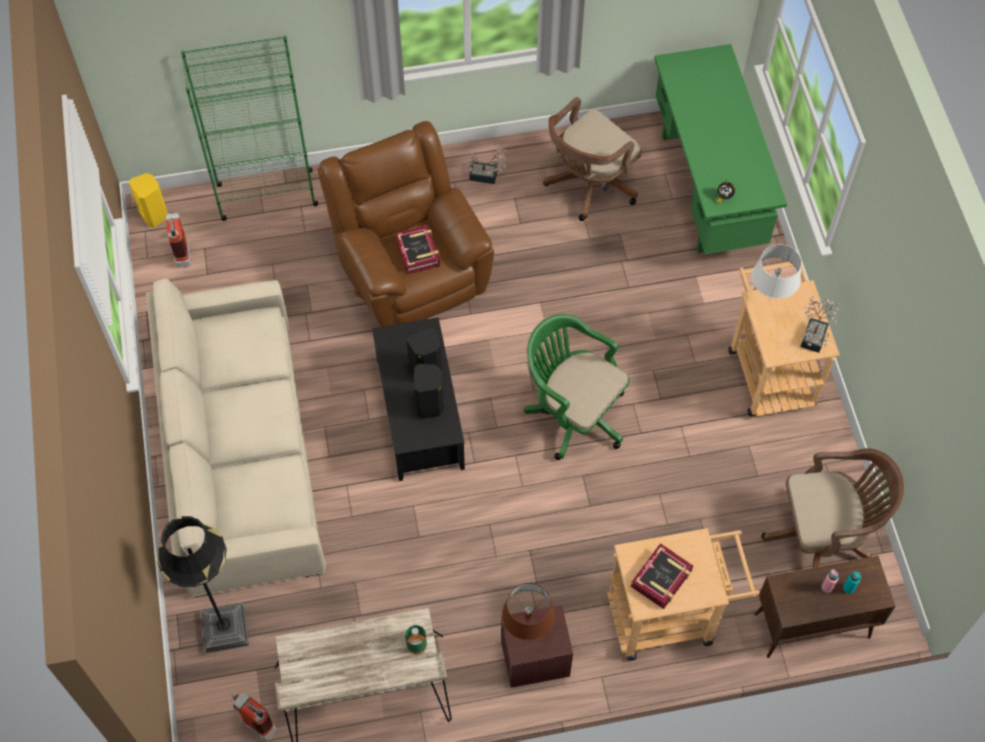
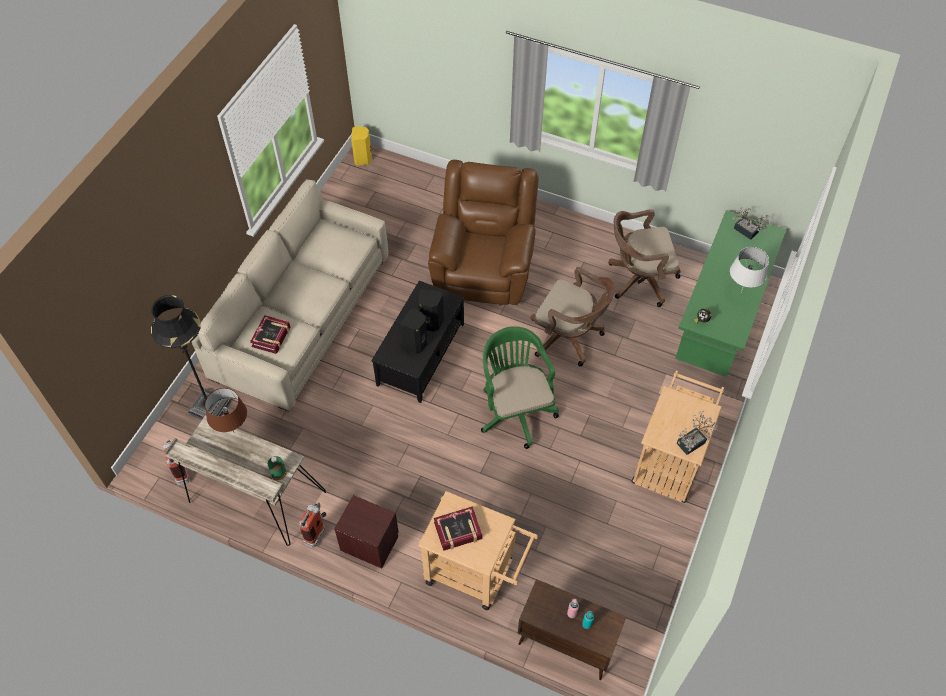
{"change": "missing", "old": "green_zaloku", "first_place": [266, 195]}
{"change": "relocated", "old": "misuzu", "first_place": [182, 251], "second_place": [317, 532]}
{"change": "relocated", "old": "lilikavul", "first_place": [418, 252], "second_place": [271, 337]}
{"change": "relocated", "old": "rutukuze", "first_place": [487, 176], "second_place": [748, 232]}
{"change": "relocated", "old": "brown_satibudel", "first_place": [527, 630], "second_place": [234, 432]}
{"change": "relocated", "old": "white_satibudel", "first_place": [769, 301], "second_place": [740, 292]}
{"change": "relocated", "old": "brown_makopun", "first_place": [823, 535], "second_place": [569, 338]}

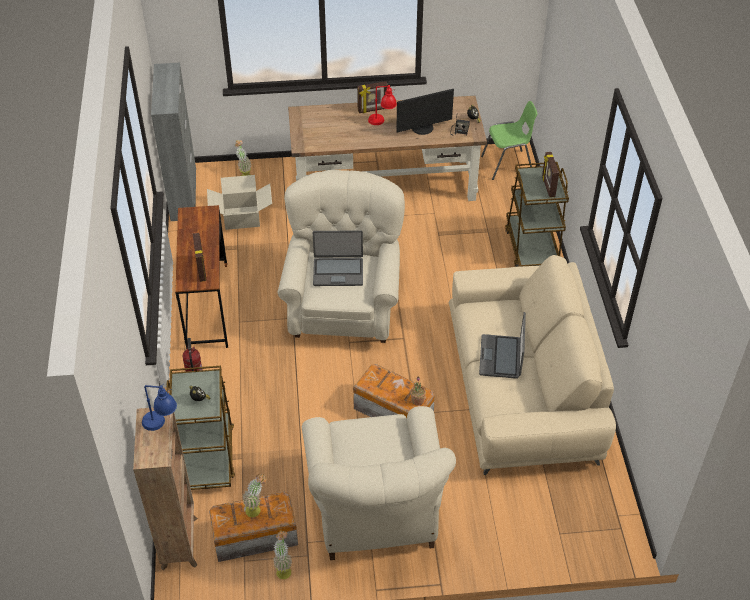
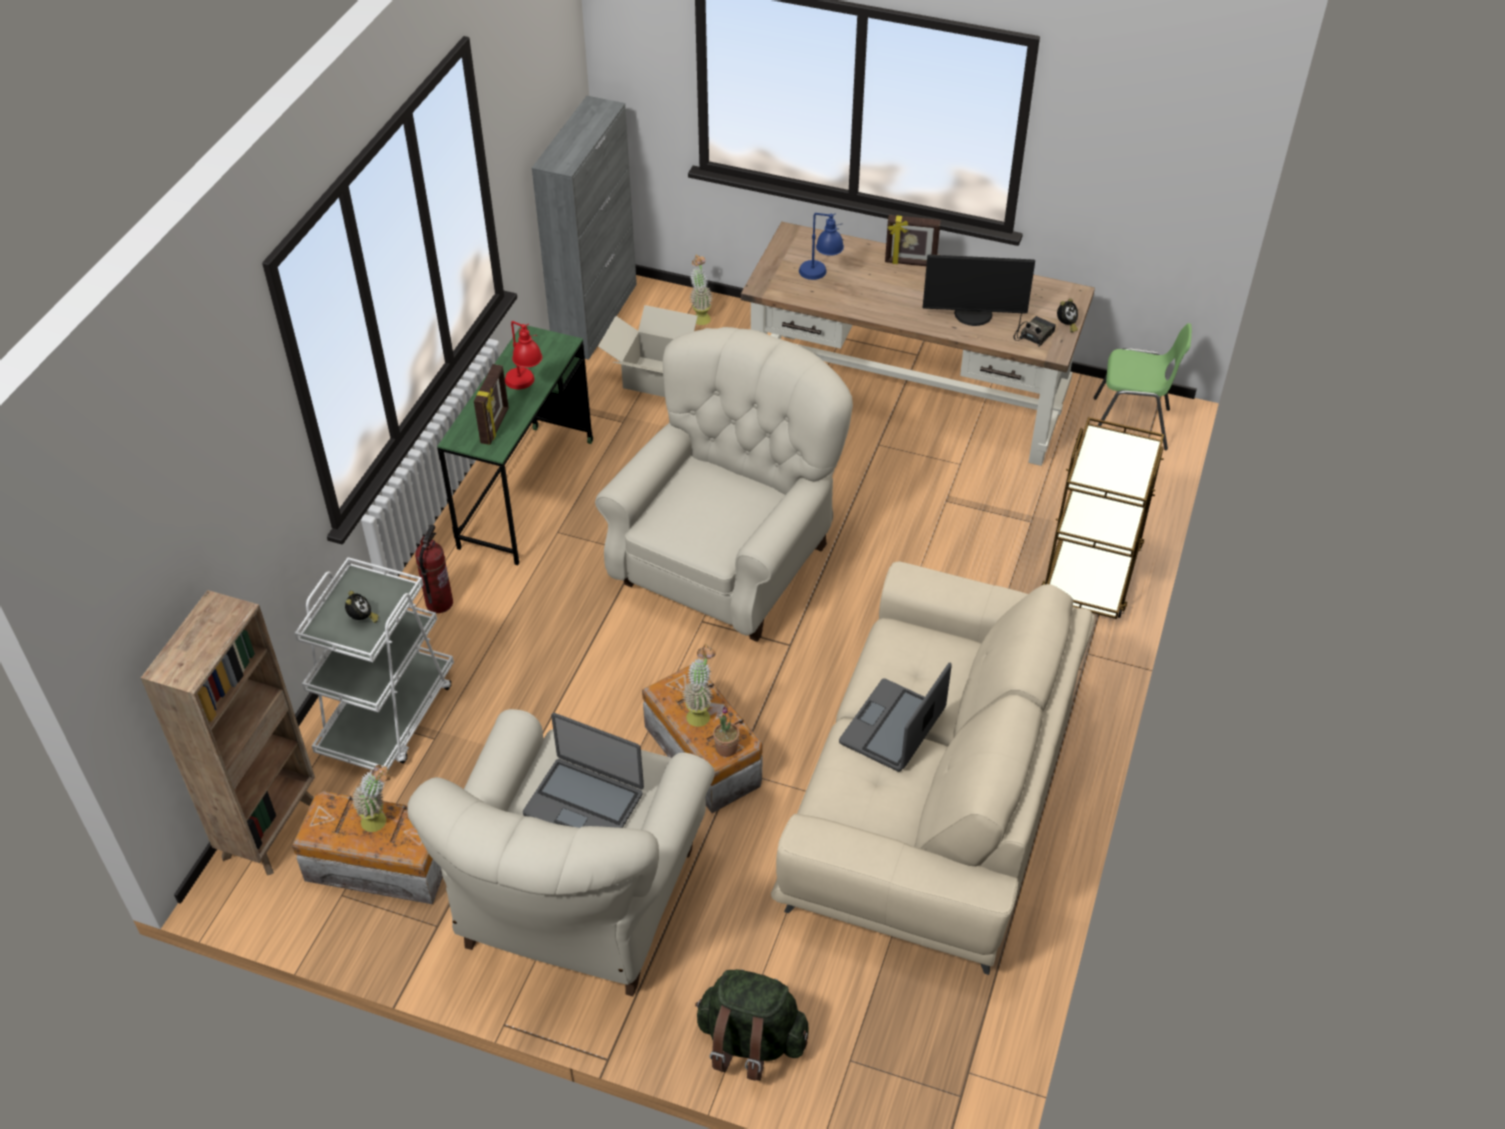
{"change": "missing", "old": "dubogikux", "first_place": [548, 187]}
{"change": "appeared", "new": "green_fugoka", "second_place": [750, 1041]}
{"change": "relocated", "old": "blue_satibudel", "first_place": [162, 424], "second_place": [821, 277]}
{"change": "relocated", "old": "rutukuze", "first_place": [283, 568], "second_place": [700, 712]}
{"change": "relocated", "old": "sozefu", "first_place": [338, 272], "second_place": [584, 802]}
{"change": "relocated", "old": "red_satibudel", "first_place": [382, 122], "second_place": [526, 386]}
{"change": "colour", "old": "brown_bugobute", "new": "white_bugobute", "first_place": [207, 456], "second_place": [388, 716]}
{"change": "colour", "old": "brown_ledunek", "new": "green_ledunek", "first_place": [207, 306], "second_place": [526, 493]}

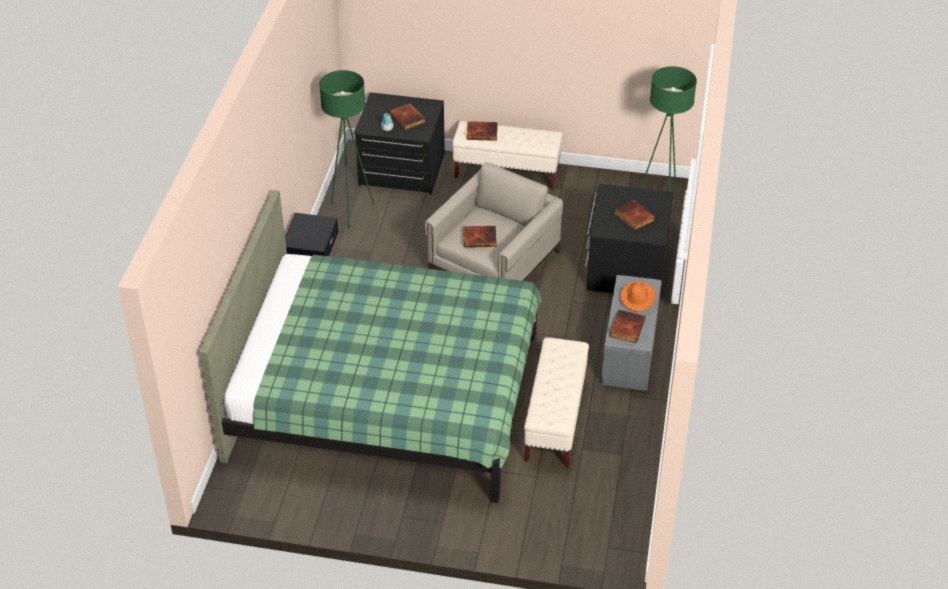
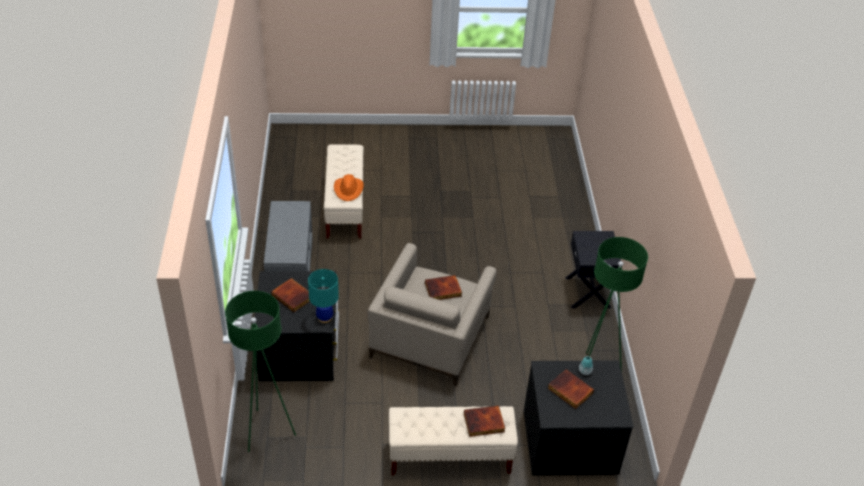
{"change": "missing", "old": "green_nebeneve", "first_place": [386, 396]}
{"change": "missing", "old": "lilikavul", "first_place": [626, 327]}
{"change": "appeared", "new": "turquoise_satibudel", "second_place": [324, 318]}
{"change": "relocated", "old": "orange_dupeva", "first_place": [637, 297], "second_place": [348, 189]}

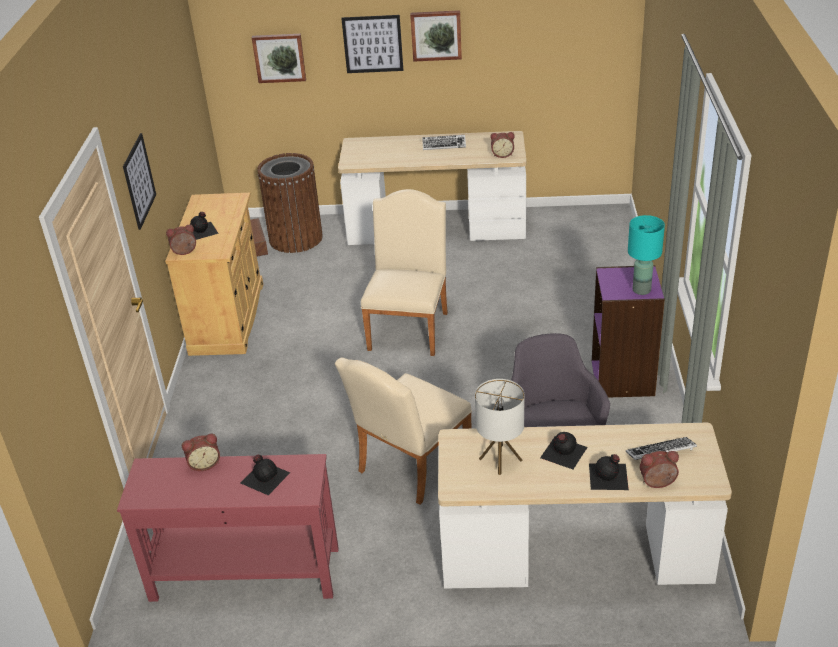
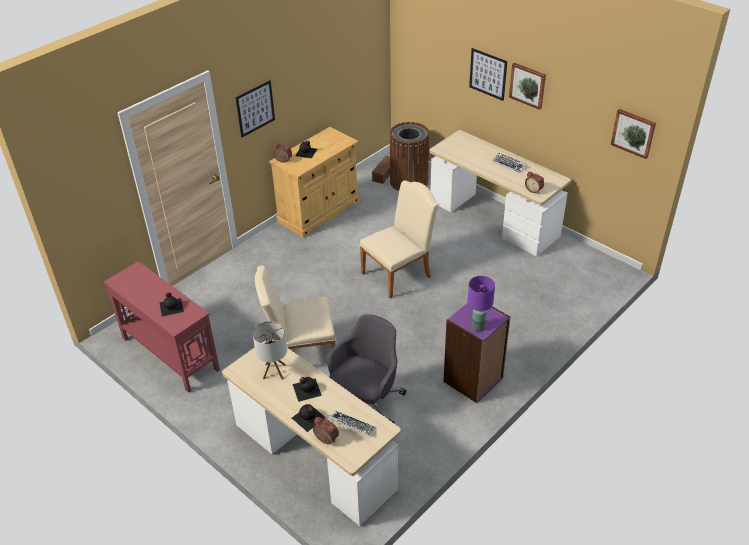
{"change": "missing", "old": "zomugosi", "first_place": [204, 464]}
{"change": "relocated", "old": "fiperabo", "first_place": [279, 57], "second_place": [633, 133]}
{"change": "colour", "old": "turquoise_satibudel", "new": "purple_satibudel", "first_place": [641, 290], "second_place": [478, 326]}

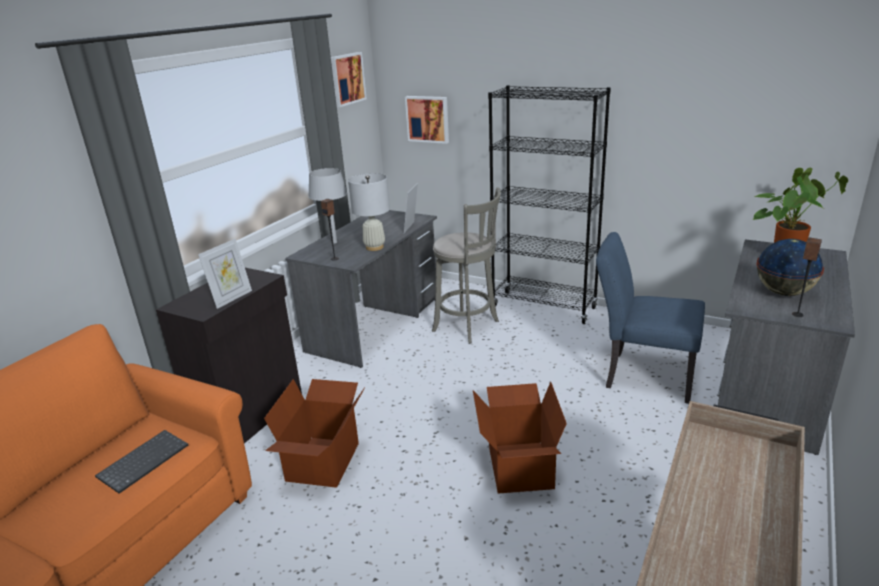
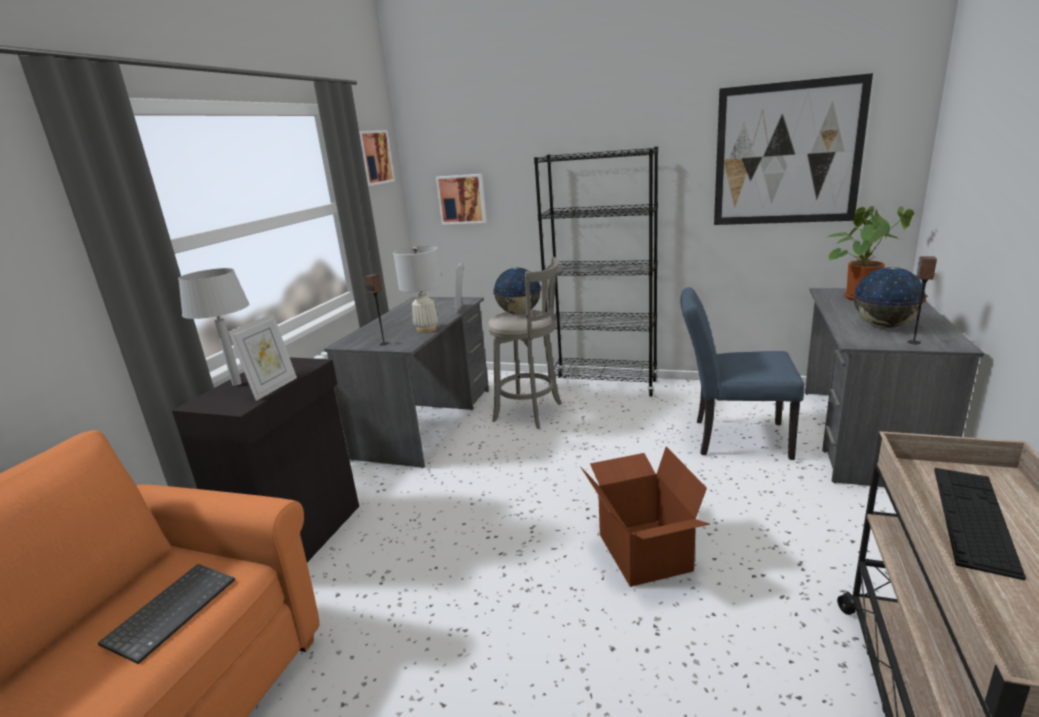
{"change": "missing", "old": "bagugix", "first_place": [324, 462]}
{"change": "appeared", "new": "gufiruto", "second_place": [519, 313]}
{"change": "appeared", "new": "fiperabo", "second_place": [787, 154]}
{"change": "appeared", "new": "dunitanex", "second_place": [973, 517]}
{"change": "relocated", "old": "grey_satibudel", "first_place": [334, 242], "second_place": [237, 384]}

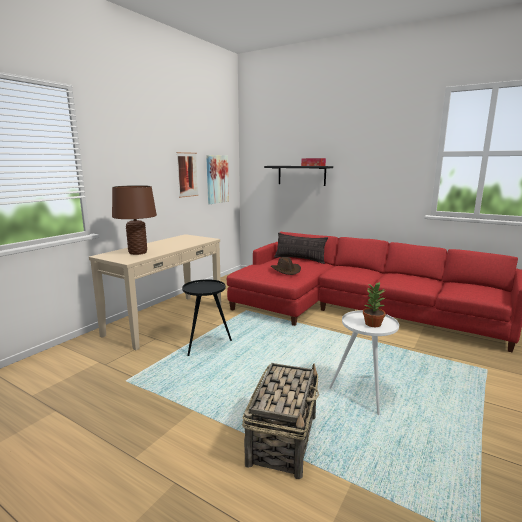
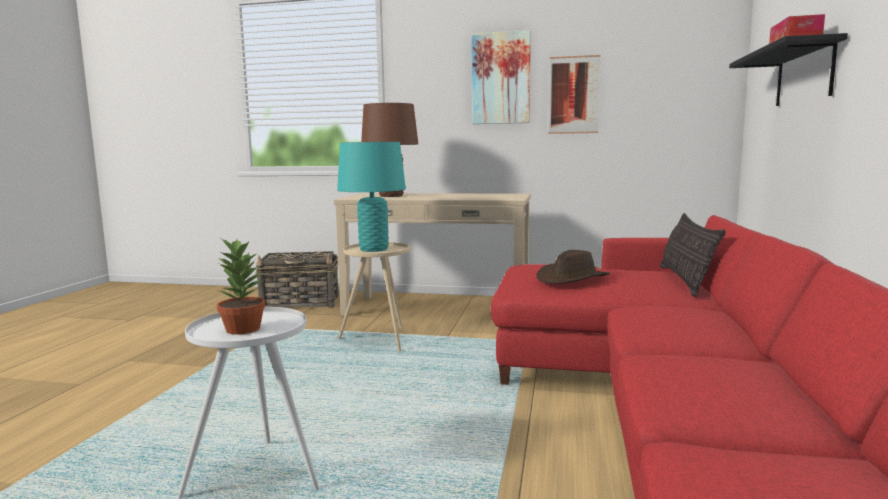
{"change": "appeared", "new": "turquoise_satibudel", "second_place": [373, 249]}
{"change": "relocated", "old": "fiperabo", "first_place": [217, 179], "second_place": [501, 78]}
{"change": "relocated", "old": "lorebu", "first_place": [283, 438], "second_place": [301, 303]}
{"change": "colour", "old": "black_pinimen", "new": "beige_pinimen", "first_place": [206, 344], "second_place": [379, 341]}

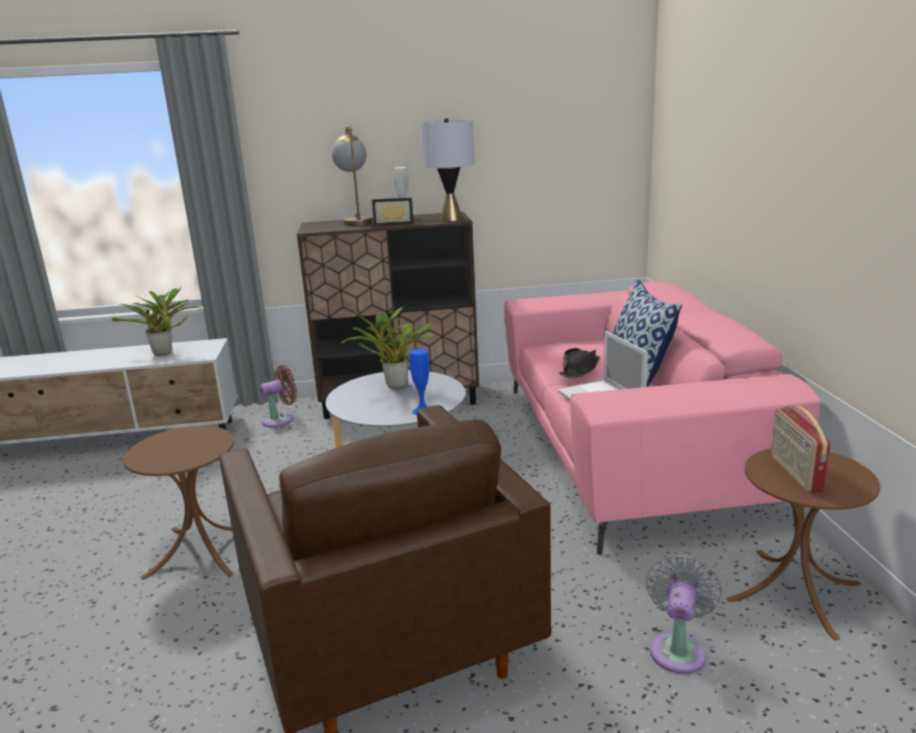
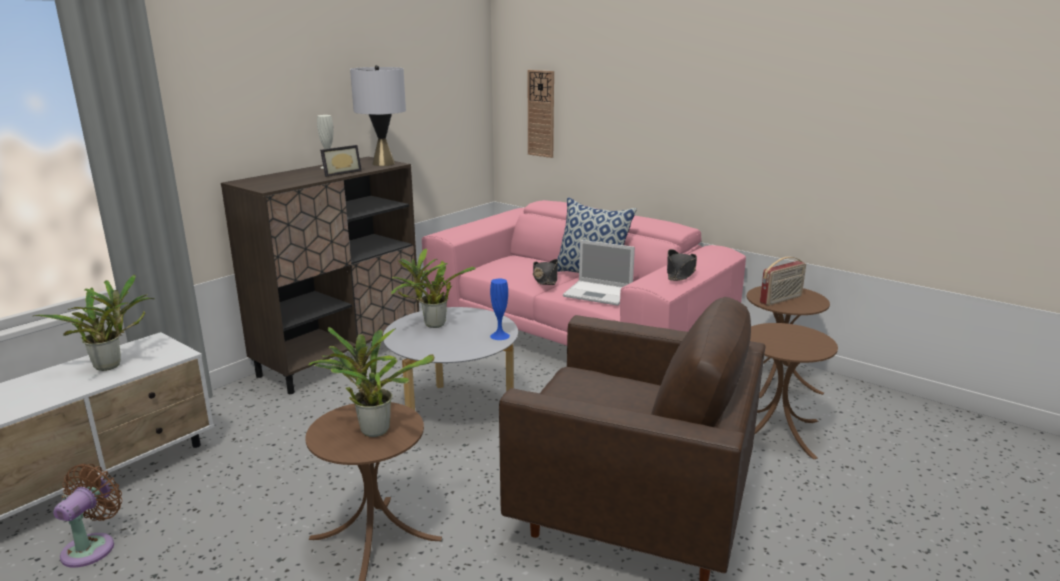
{"change": "missing", "old": "satibudel", "first_place": [356, 222]}
{"change": "appeared", "new": "rutukuze", "second_place": [372, 429]}
{"change": "appeared", "new": "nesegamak", "second_place": [541, 114]}
{"change": "appeared", "new": "black_dupeva", "second_place": [680, 273]}
{"change": "relocated", "old": "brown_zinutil", "first_place": [281, 420], "second_place": [92, 547]}
{"change": "exchanged", "old": "grey_zinutil", "new": "brown_pinimen", "first_place": [678, 649], "second_place": [776, 431]}
{"change": "spun", "old": "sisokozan", "first_place": [794, 473], "second_place": [781, 300], "degrees": -75}

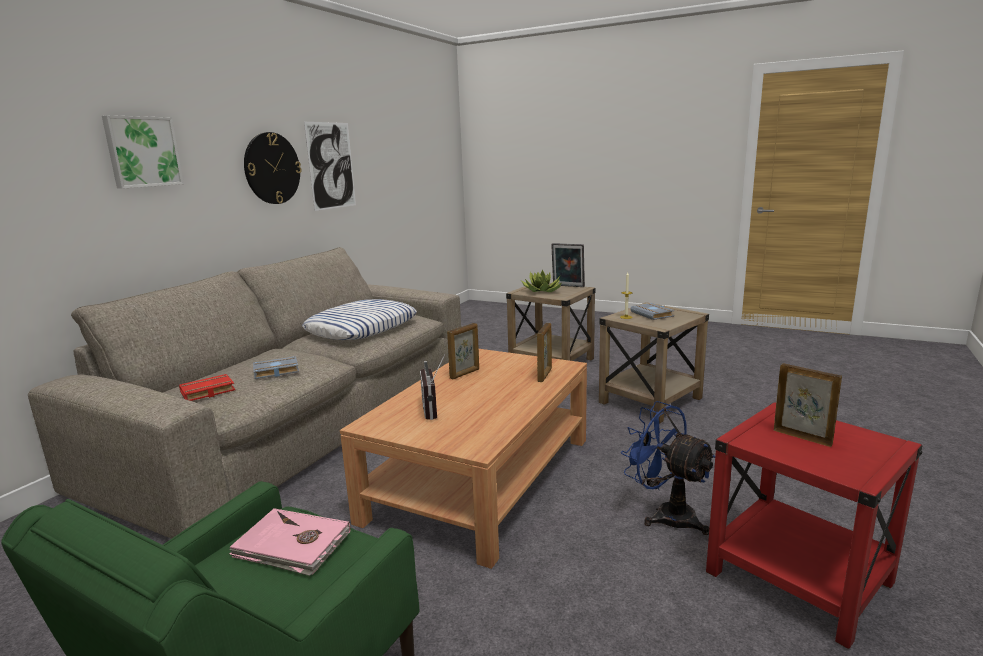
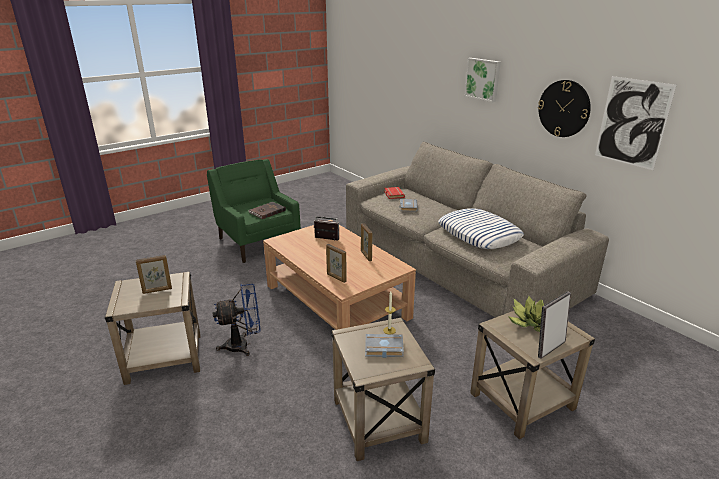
{"change": "colour", "old": "pink_lilikavul", "new": "brown_lilikavul", "first_place": [292, 545], "second_place": [267, 212]}
{"change": "colour", "old": "red_pinimen", "new": "beige_pinimen", "first_place": [796, 577], "second_place": [165, 358]}

